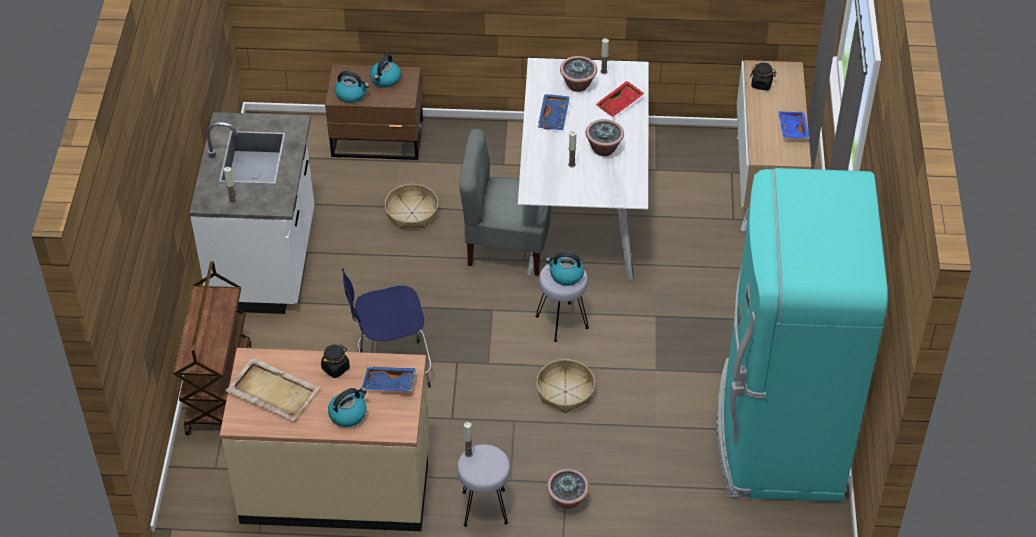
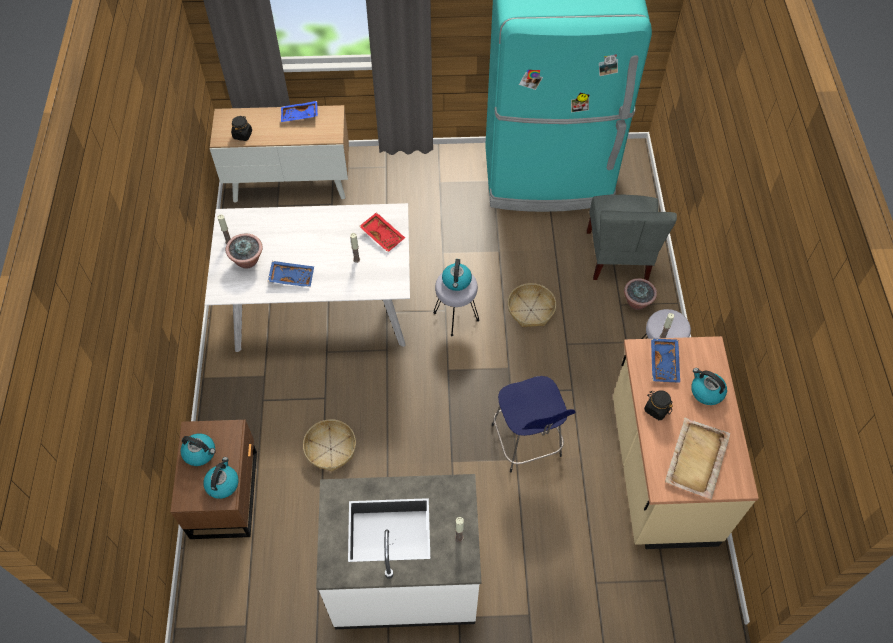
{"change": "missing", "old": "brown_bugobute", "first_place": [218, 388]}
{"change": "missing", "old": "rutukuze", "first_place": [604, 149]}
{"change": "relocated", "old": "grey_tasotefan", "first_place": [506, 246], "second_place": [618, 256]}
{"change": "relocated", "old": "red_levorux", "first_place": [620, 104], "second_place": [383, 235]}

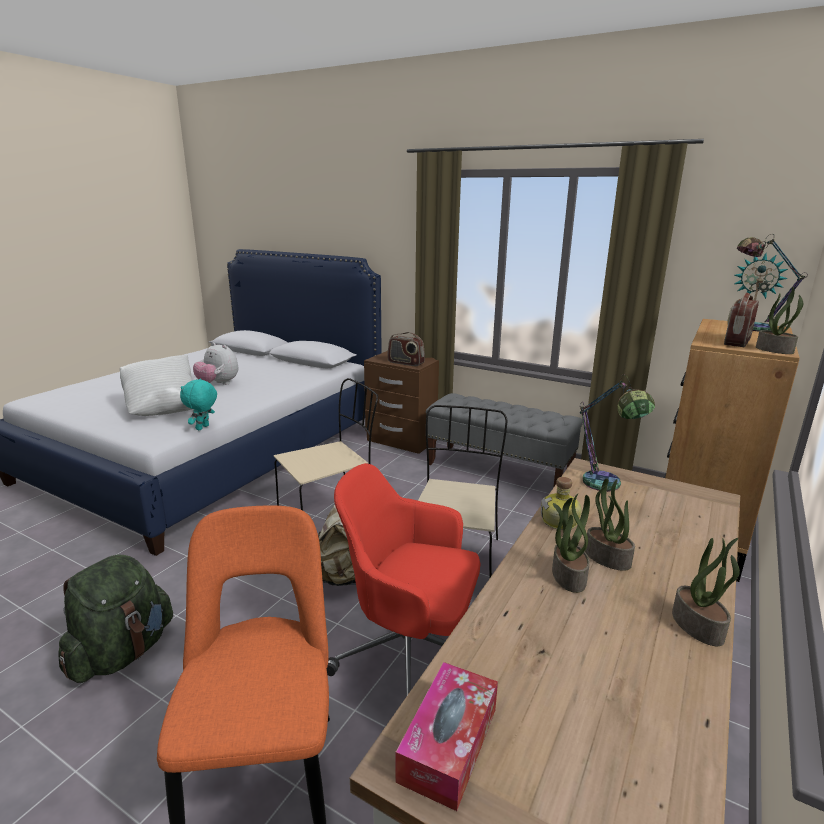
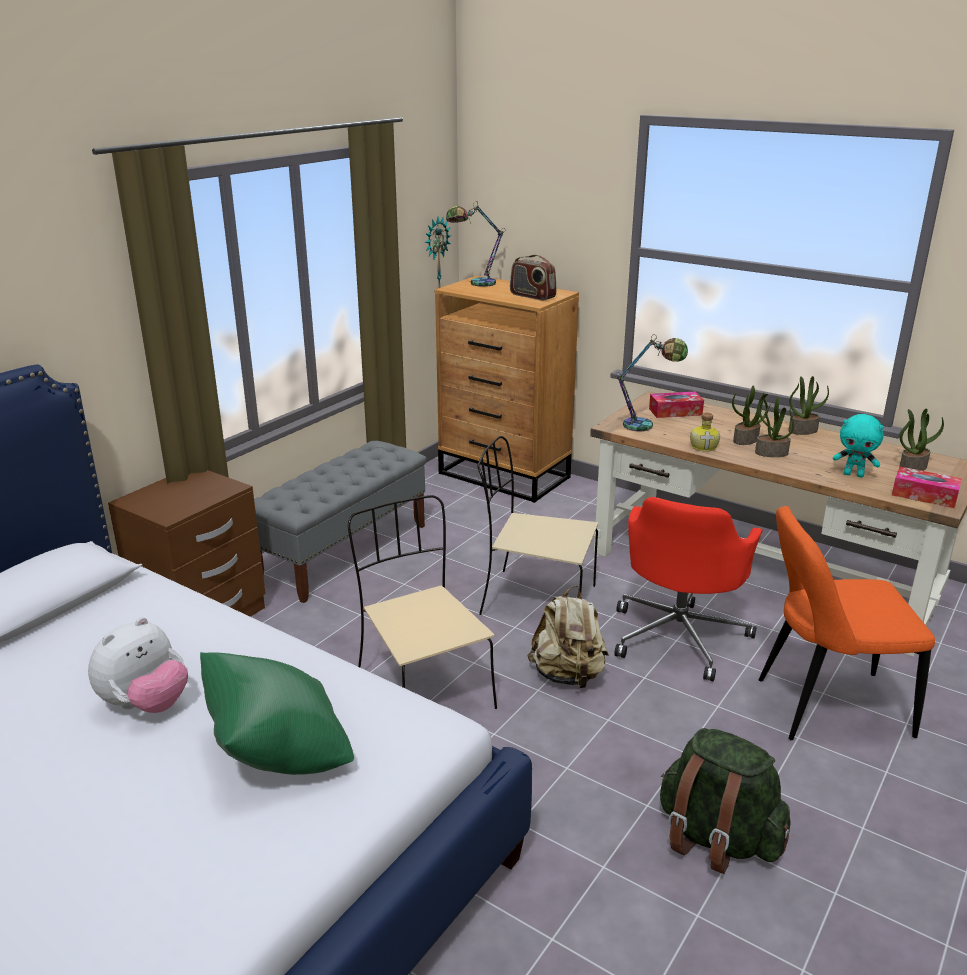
{"change": "missing", "old": "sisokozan", "first_place": [405, 363]}
{"change": "appeared", "new": "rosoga", "second_place": [675, 412]}
{"change": "relocated", "old": "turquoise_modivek", "first_place": [203, 428], "second_place": [854, 474]}
{"change": "relocated", "old": "rutukuze", "first_place": [775, 350], "second_place": [912, 467]}
{"change": "colour", "old": "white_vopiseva", "new": "green_vopiseva", "first_place": [163, 408], "second_place": [279, 752]}

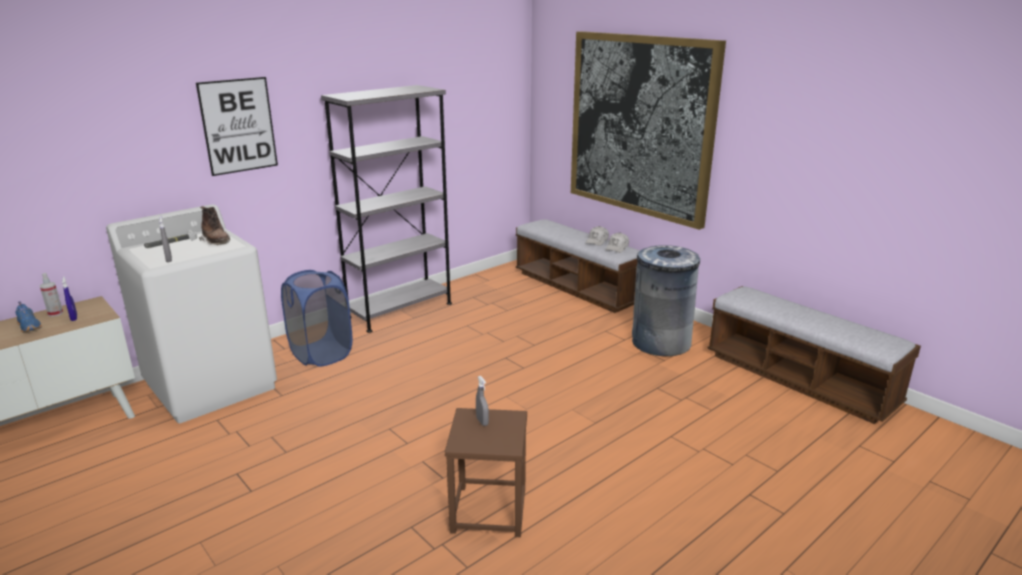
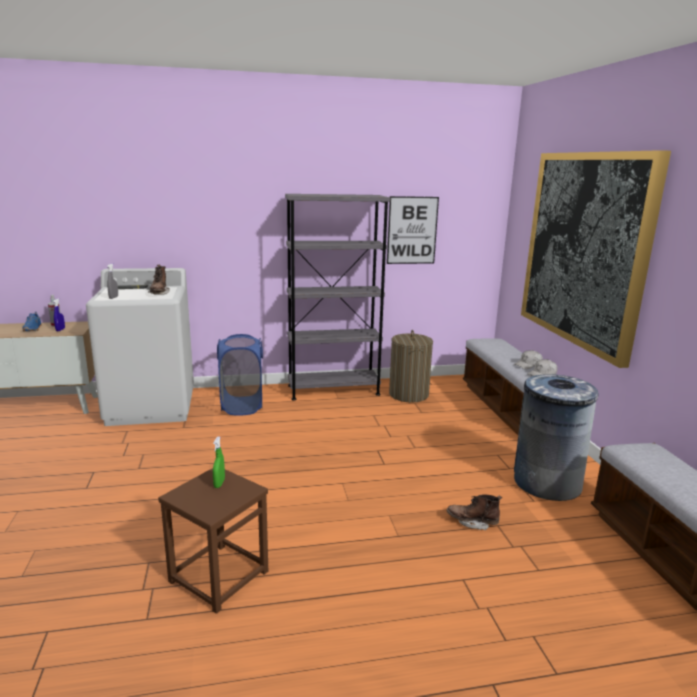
{"change": "appeared", "new": "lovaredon", "second_place": [408, 394]}
{"change": "appeared", "new": "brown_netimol", "second_place": [472, 522]}
{"change": "relocated", "old": "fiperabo", "first_place": [238, 126], "second_place": [412, 230]}
{"change": "colour", "old": "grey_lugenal", "new": "green_lugenal", "first_place": [482, 421], "second_place": [219, 484]}

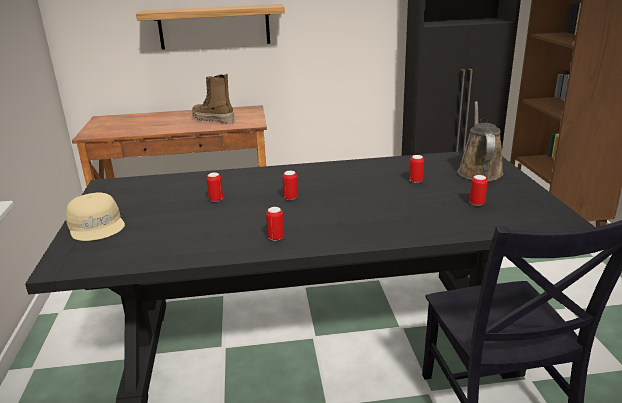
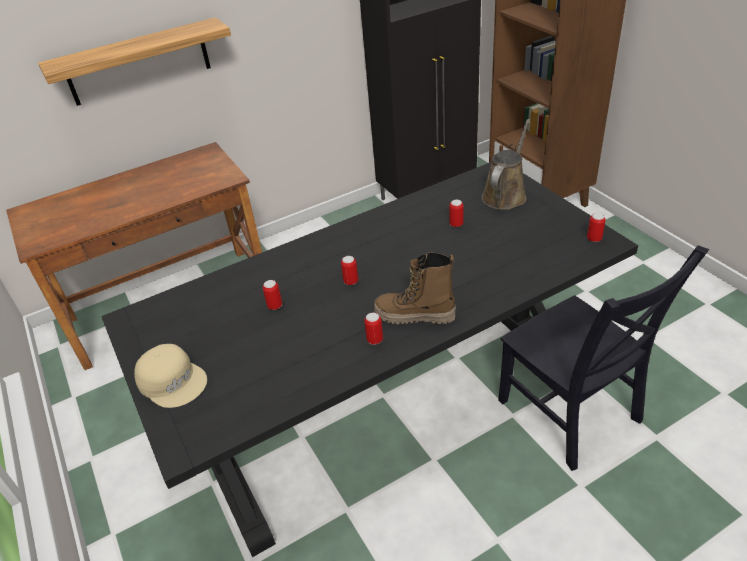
{"change": "relocated", "old": "netimol", "first_place": [213, 120], "second_place": [415, 316]}
{"change": "relocated", "old": "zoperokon", "first_place": [477, 203], "second_place": [594, 239]}
{"change": "spun", "old": "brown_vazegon", "first_place": [479, 171], "second_place": [505, 195], "degrees": 45}

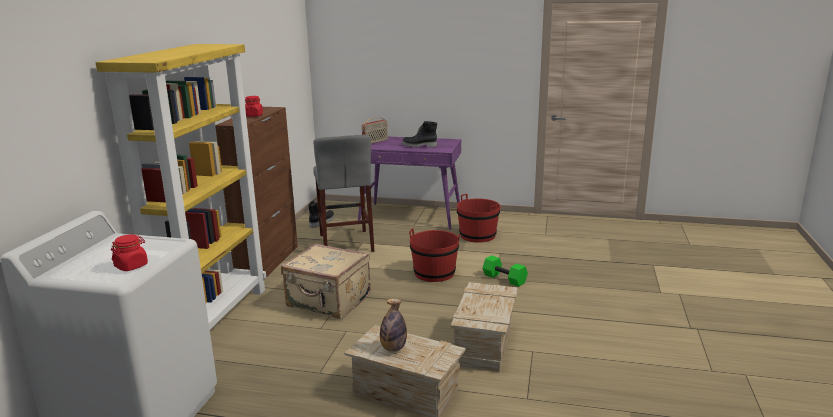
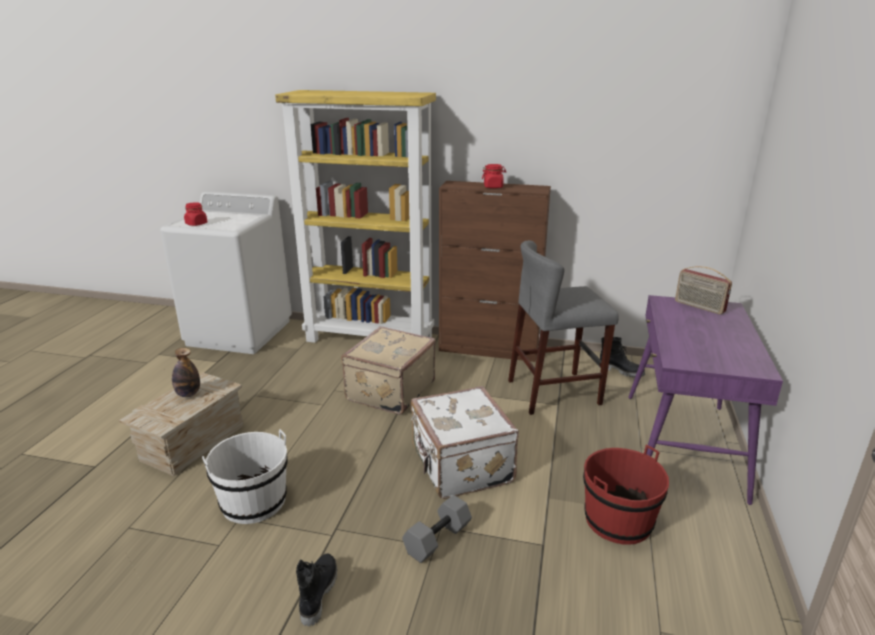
{"change": "relocated", "old": "black_netimol", "first_place": [419, 146], "second_place": [317, 593]}
{"change": "exchanged", "old": "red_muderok", "new": "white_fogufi", "first_place": [434, 273], "second_place": [460, 466]}
{"change": "exchanged", "old": "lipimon", "new": "white_muderok", "first_place": [484, 345], "second_place": [253, 501]}
{"change": "colour", "old": "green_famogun", "new": "grey_famogun", "first_place": [505, 279], "second_place": [438, 540]}

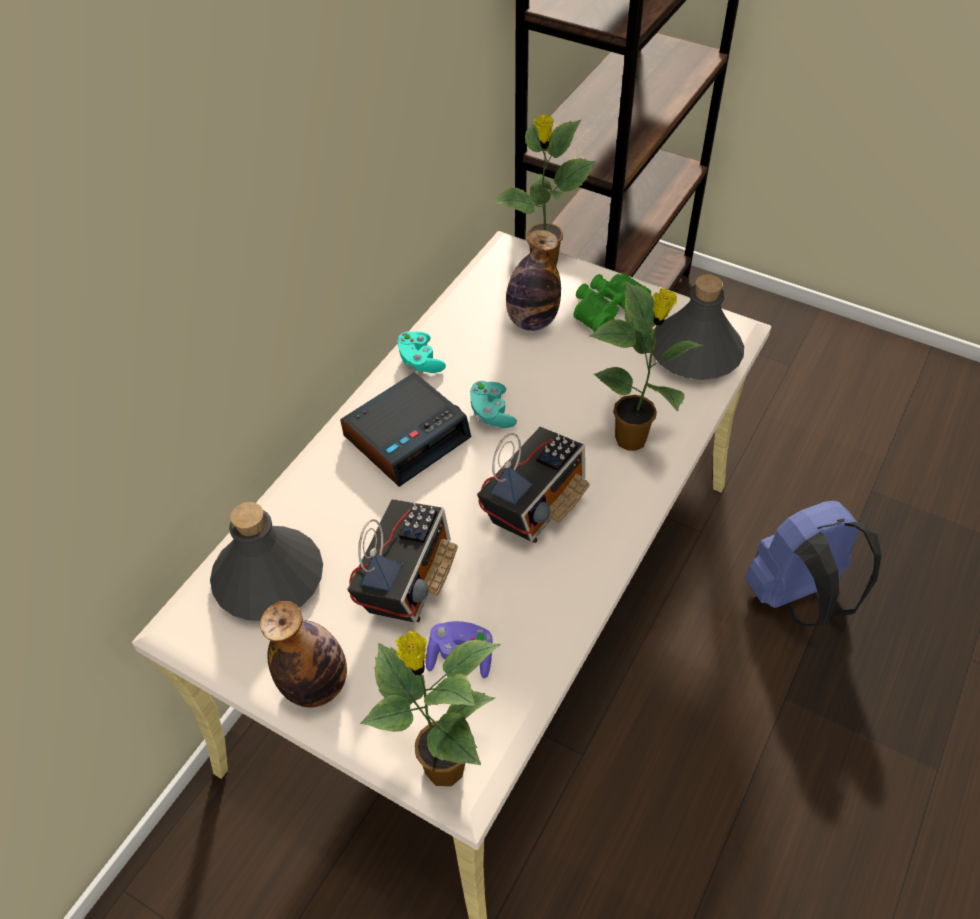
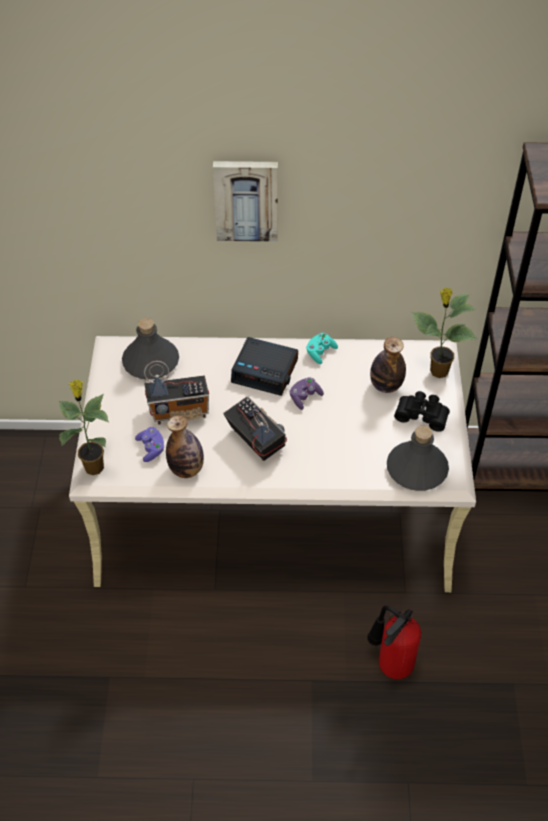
{"change": "missing", "old": "rutukuze", "first_place": [633, 439]}
{"change": "appeared", "new": "fiperabo", "second_place": [246, 199]}
{"change": "relocated", "old": "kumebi", "first_place": [316, 685], "second_place": [186, 469]}
{"change": "exchanged", "old": "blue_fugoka", "new": "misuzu", "first_place": [797, 598], "second_place": [389, 664]}
{"change": "colour", "old": "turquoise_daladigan", "new": "purple_daladigan", "first_place": [491, 413], "second_place": [305, 397]}
{"change": "colour", "old": "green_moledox", "new": "black_moledox", "first_place": [605, 308], "second_place": [422, 414]}
{"change": "spun", "old": "sisokozan", "first_place": [536, 505], "second_place": [256, 441], "degrees": -135}

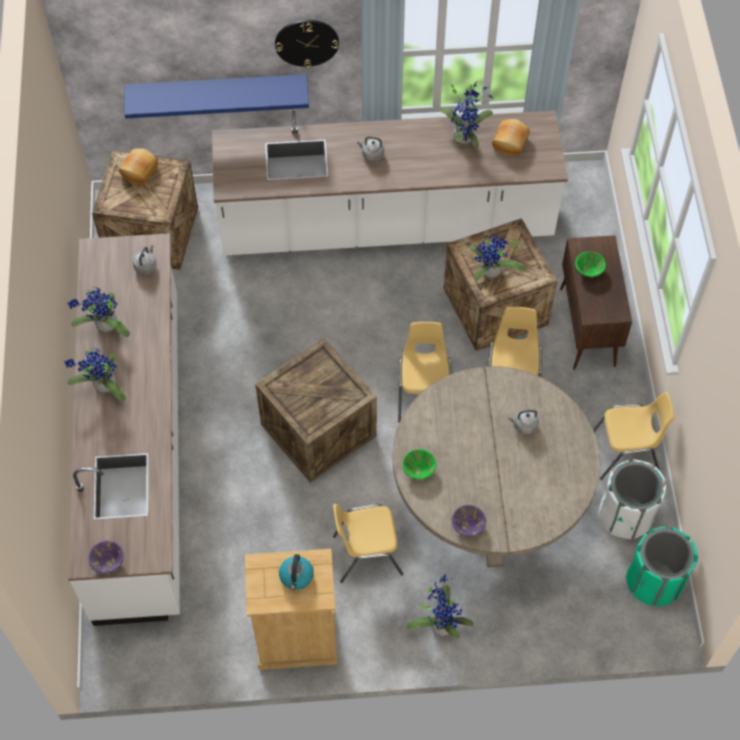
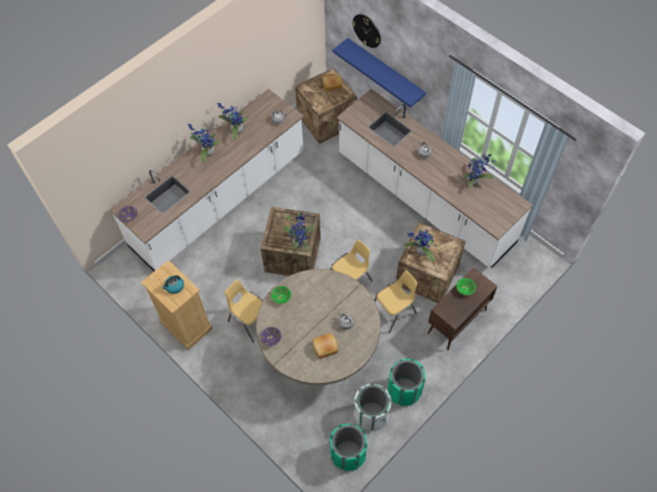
{"change": "relocated", "old": "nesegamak", "first_place": [306, 42], "second_place": [367, 30]}
{"change": "relocated", "old": "rutukuze", "first_place": [440, 624], "second_place": [300, 241]}
{"change": "relocated", "old": "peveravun", "first_place": [511, 142], "second_place": [325, 348]}
{"change": "exchanged", "old": "yellow_tasotefan", "new": "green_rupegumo", "first_place": [625, 453], "second_place": [404, 390]}

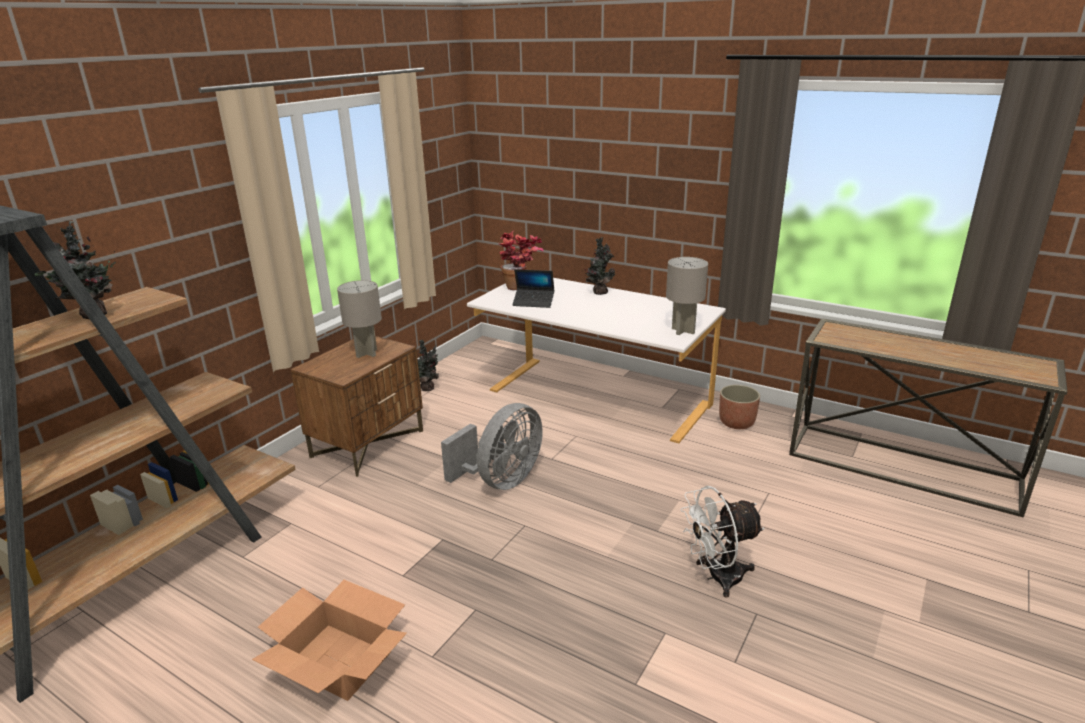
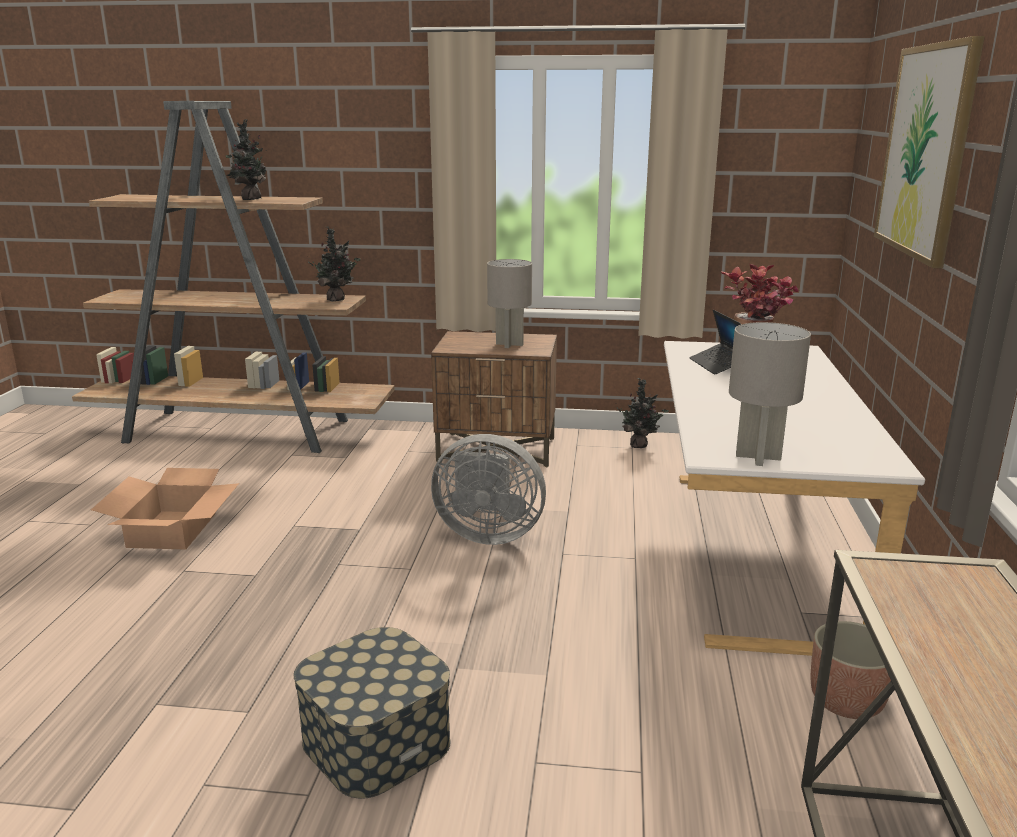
{"change": "appeared", "new": "fiperabo", "second_place": [925, 151]}
{"change": "relocated", "old": "rutukuze", "first_place": [599, 292], "second_place": [337, 299]}
{"change": "exchanged", "old": "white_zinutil", "new": "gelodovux", "first_place": [717, 577], "second_place": [376, 741]}

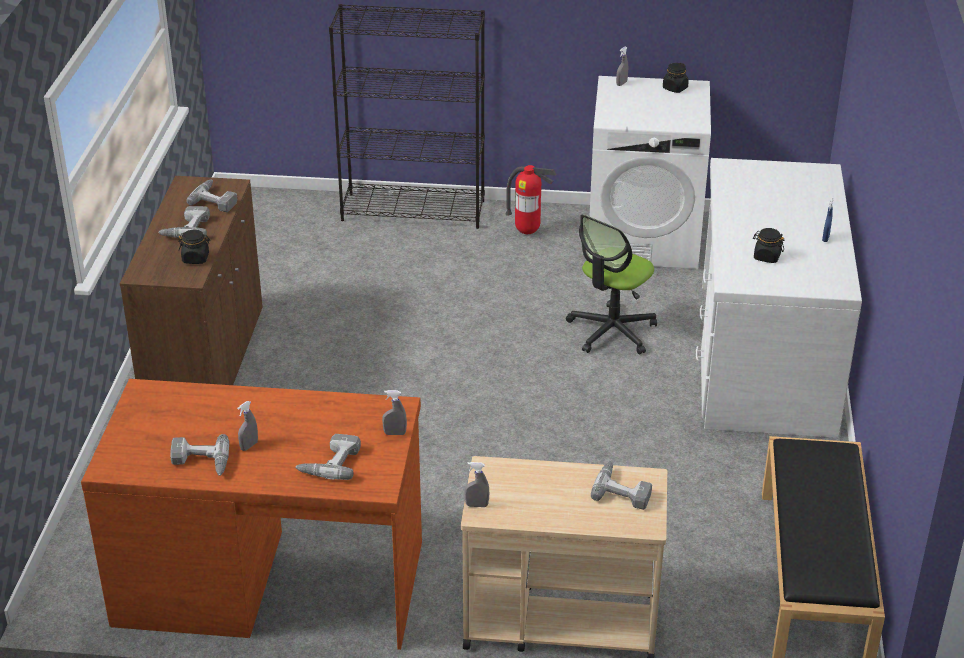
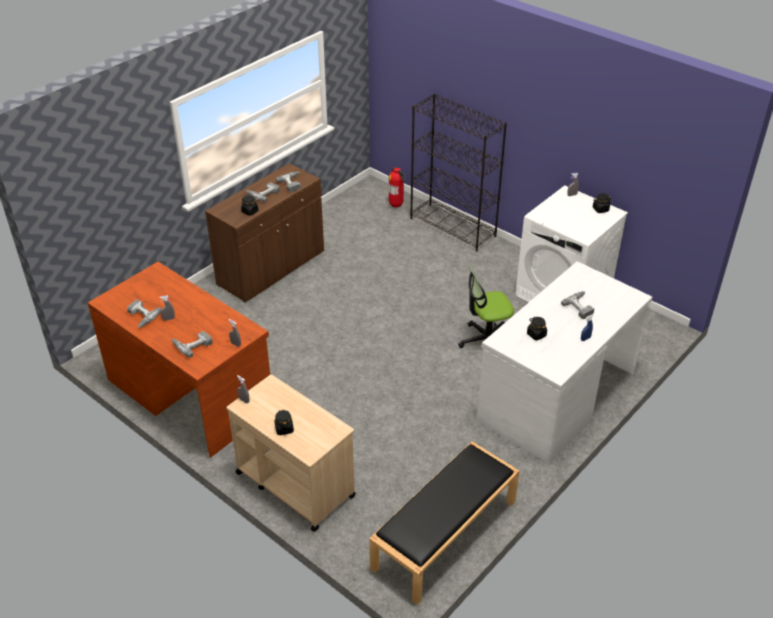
{"change": "appeared", "new": "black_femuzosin", "second_place": [284, 429]}
{"change": "relocated", "old": "misuzu", "first_place": [528, 232], "second_place": [396, 206]}
{"change": "relocated", "old": "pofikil", "first_place": [623, 489], "second_place": [581, 307]}

